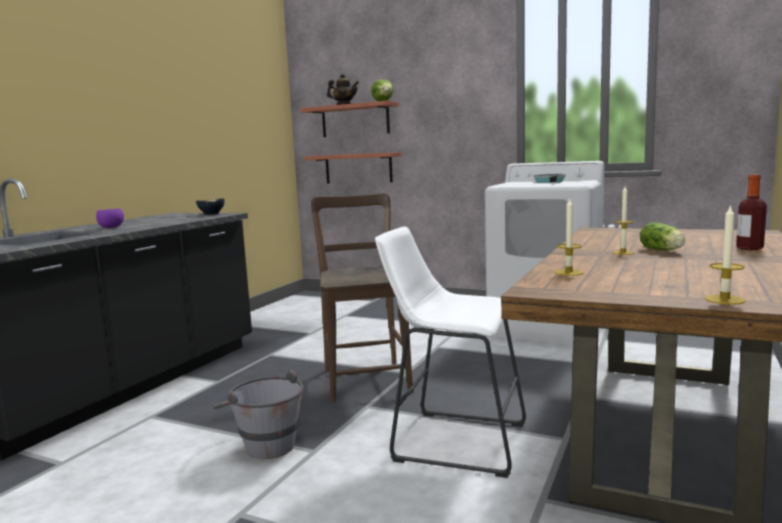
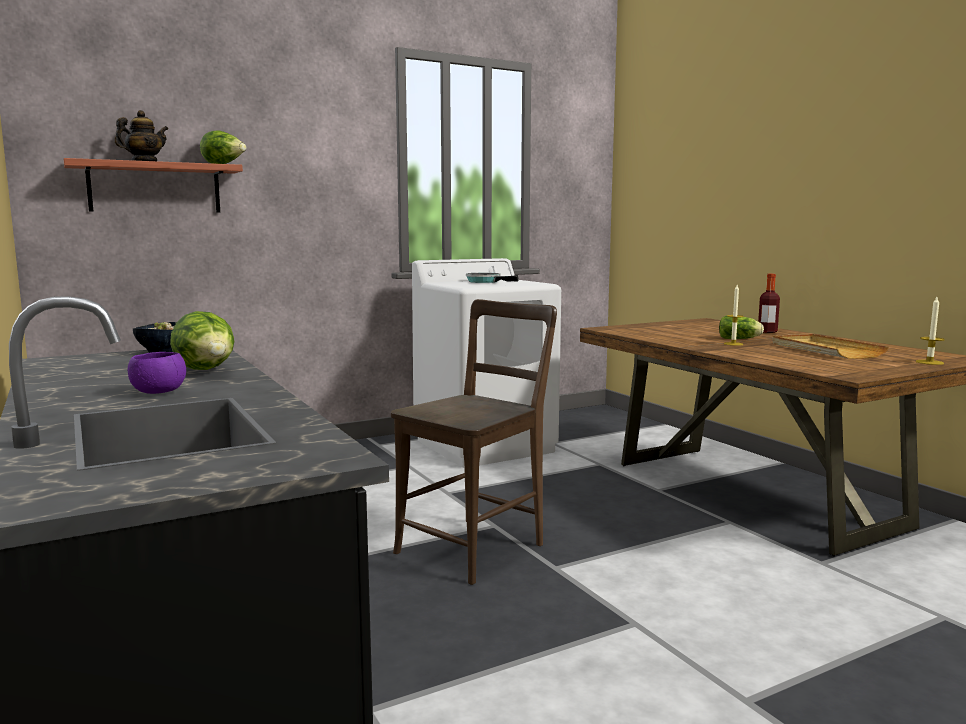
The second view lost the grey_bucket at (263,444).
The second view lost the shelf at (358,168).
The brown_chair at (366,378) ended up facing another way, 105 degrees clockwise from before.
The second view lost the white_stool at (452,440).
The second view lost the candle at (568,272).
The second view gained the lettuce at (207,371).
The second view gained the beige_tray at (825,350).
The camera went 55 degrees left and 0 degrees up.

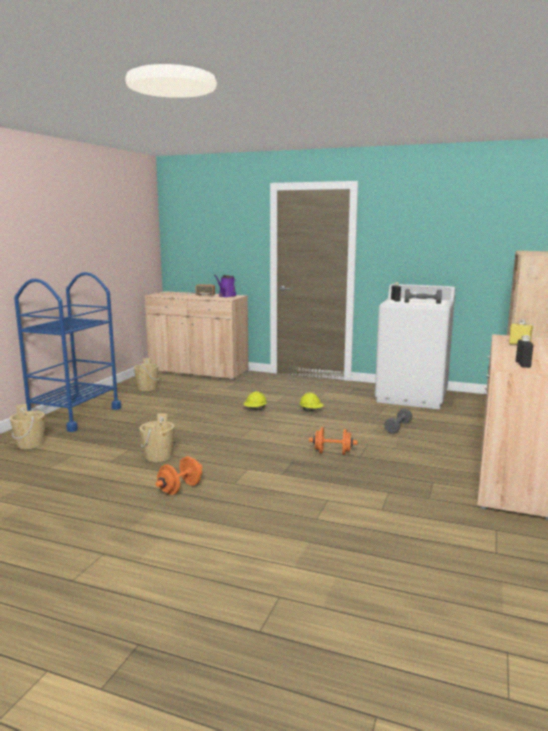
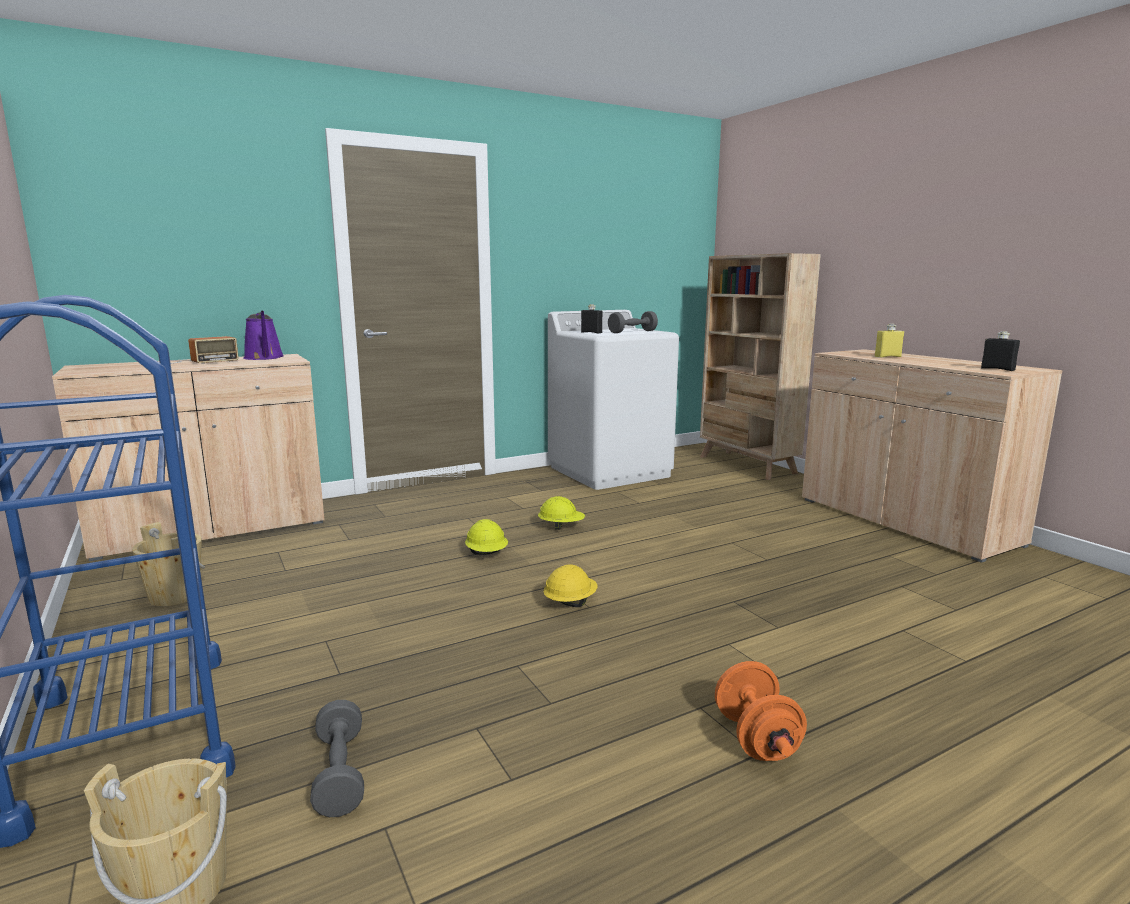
The second view lost the beige_bucket at (158,456).
The second view lost the orange_dumbbell at (332,453).
The grey_dumbbell ended up elsewhere, having gone from (398,427) to (340,774).
The second view gained the yellow_hard_hat at (570,603).
The camera went 50 degrees left and 0 degrees up.

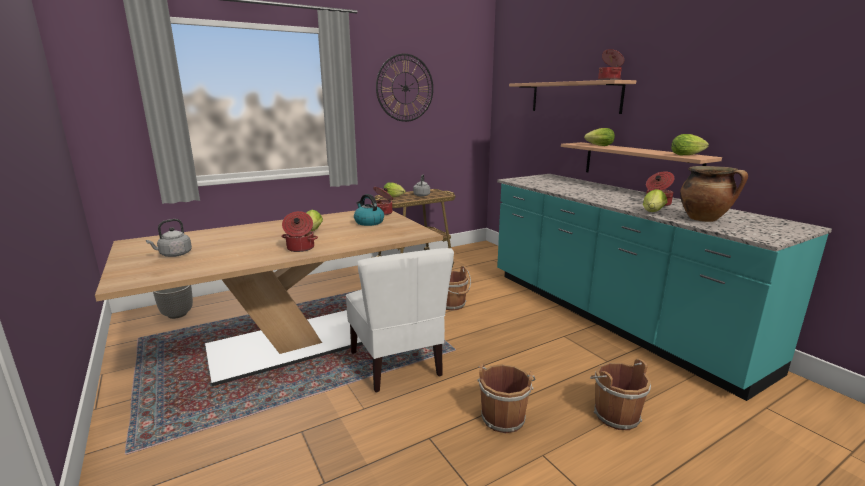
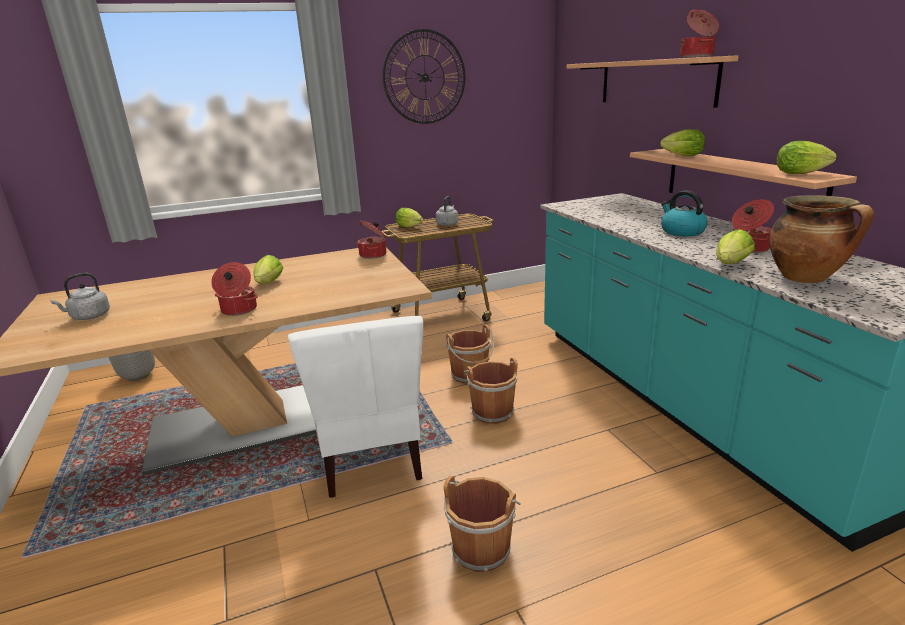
The kettle ended up elsewhere, having gone from (368,222) to (681,231).
The brown_bucket ended up elsewhere, having gone from (614,414) to (491,411).
The camera went 10 degrees right and 5 degrees up.

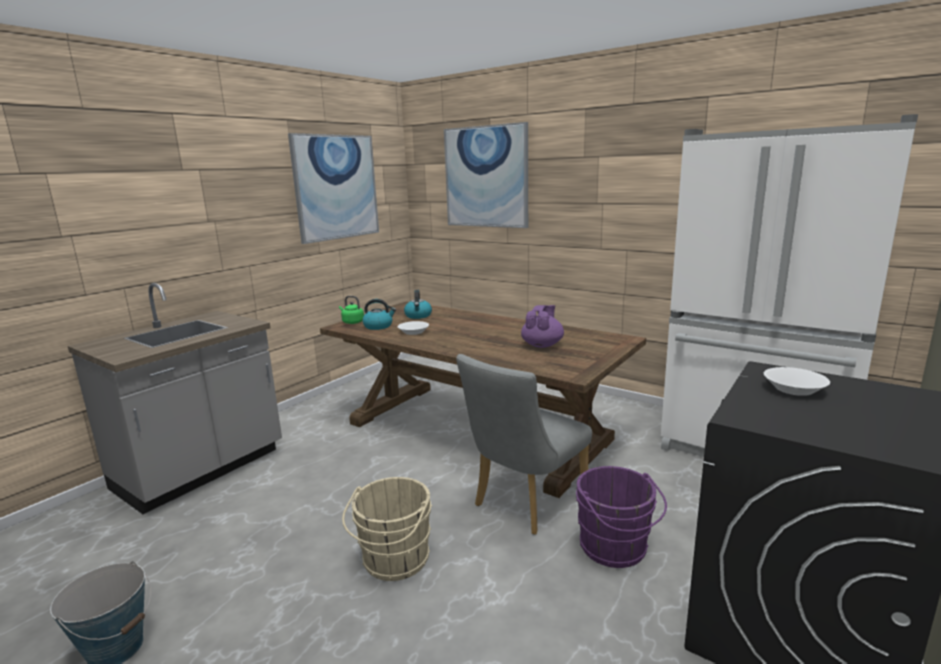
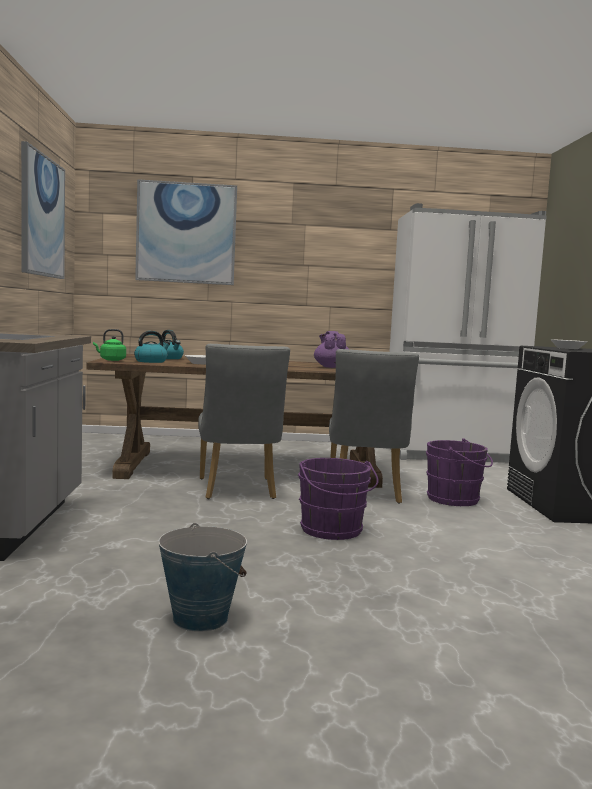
What was the beige_bucket at (394,561) turned into the purple_bucket at (332,531).
The second view gained the grey_chair at (238,490).
The camera went 40 degrees left and 10 degrees down.

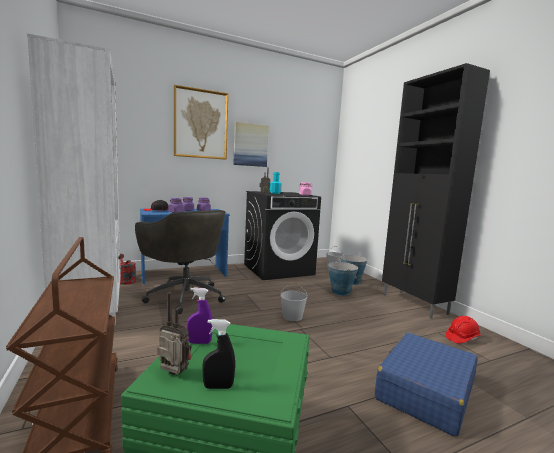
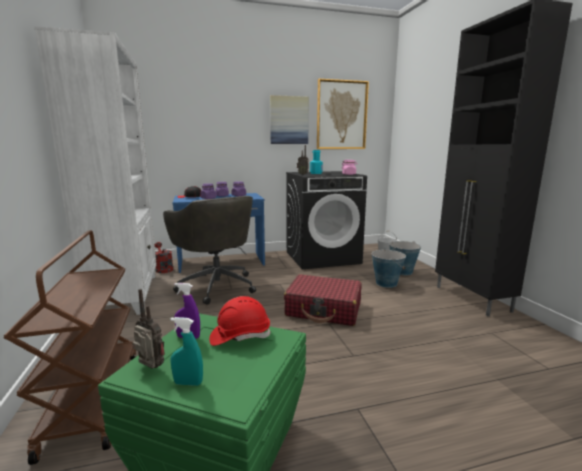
The picture ended up elsewhere, having gone from (201,124) to (341,115).
What was the black_spray_bottle at (218,387) turned into the turquoise_spray_bottle at (188,383).
Where the white_bucket stood at (292,316), the red_suitcase came to stand at (324,309).
The second view lost the blue_suitcase at (425,391).
The red_hard_hat ended up elsewhere, having gone from (462,338) to (240,336).
The camera went 10 degrees right and 5 degrees up.

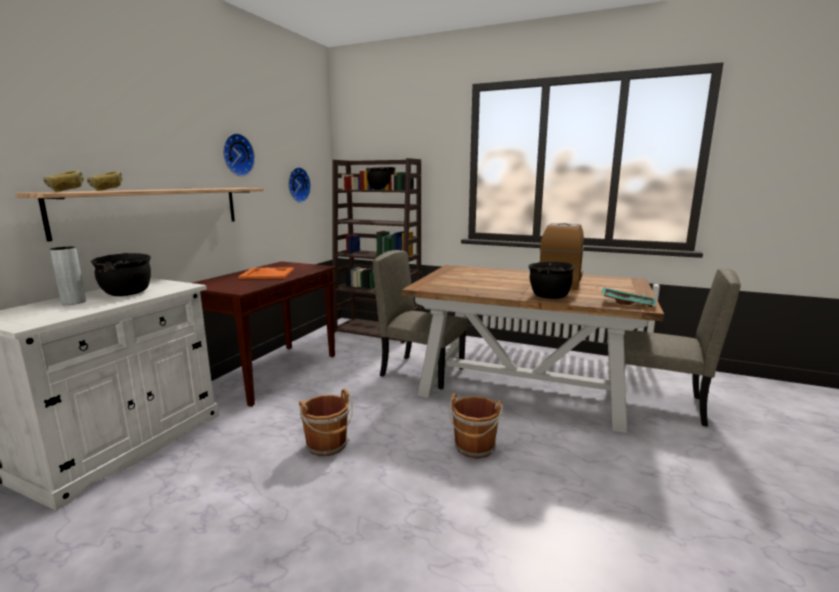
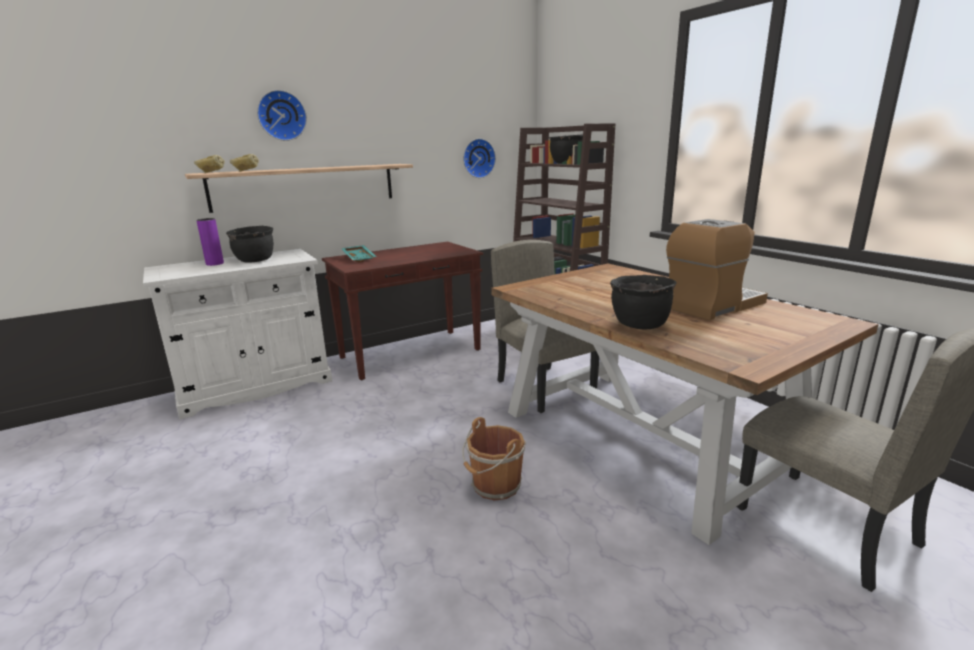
What was the grey_vase at (73,302) turned into the purple_vase at (215,263).
The wall_clock ended up elsewhere, having gone from (236,155) to (281,115).
The second view lost the orange_tray at (267,273).
The second view lost the brown_bucket at (328,446).
The turquoise_tray ended up elsewhere, having gone from (627,303) to (360,258).
The camera went 35 degrees right and 5 degrees up.

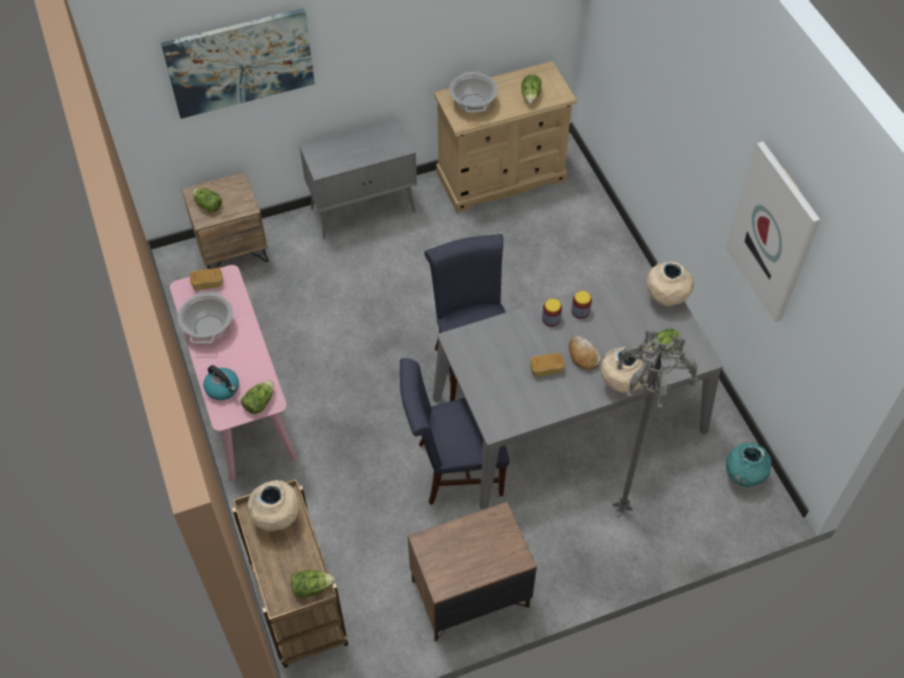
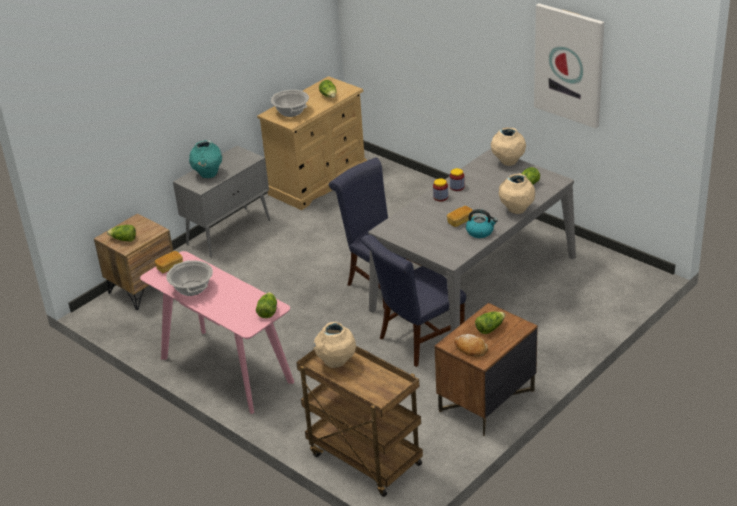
The second view lost the picture at (240,62).
The kettle ended up elsewhere, having gone from (223,388) to (480,232).
The lettuce ended up elsewhere, having gone from (311,587) to (490,328).
The bread ended up elsewhere, having gone from (583,356) to (470,349).
The second view lost the grey_floor_lamp at (619,509).
The turquoise_vase ended up elsewhere, having gone from (743,477) to (208,174).
The camera went 25 degrees left and 20 degrees down.

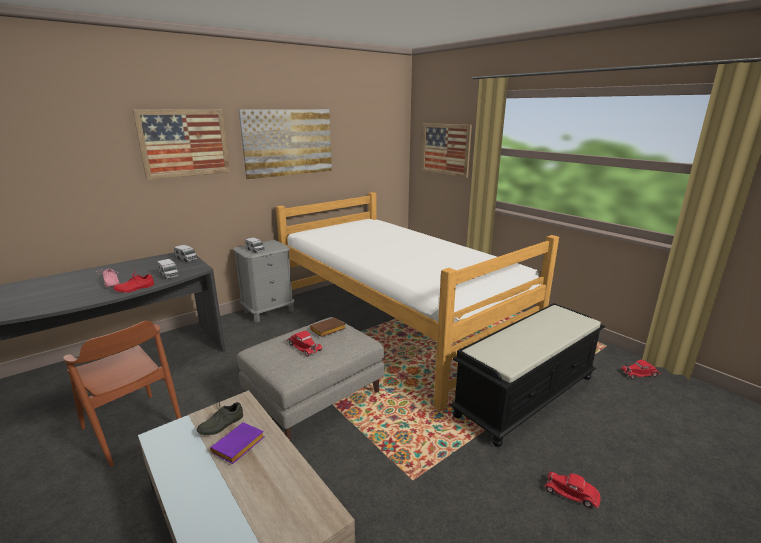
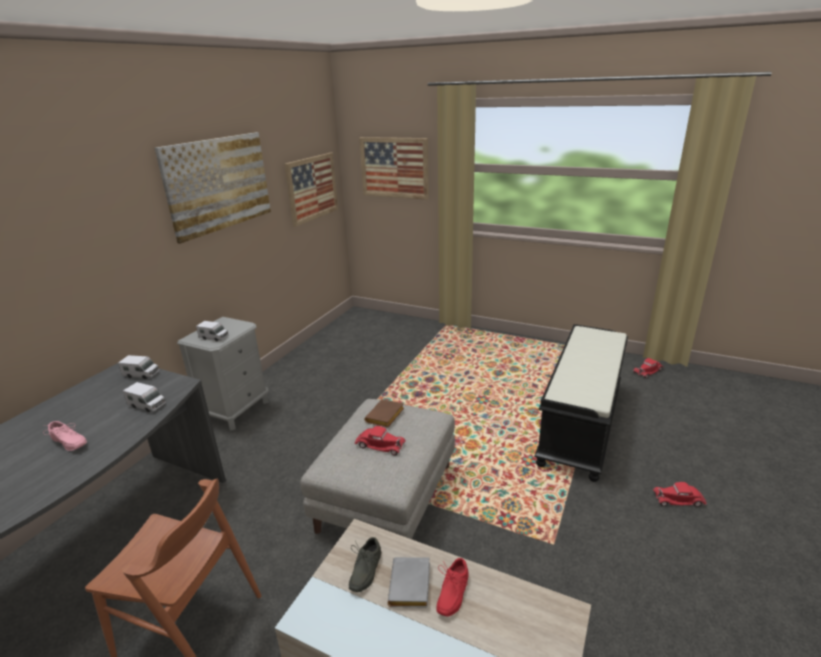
The red_shoe ended up elsewhere, having gone from (134,288) to (451,593).
The picture ended up elsewhere, having gone from (184,143) to (312,188).
What was the purple_book at (238,447) turned into the grey_book at (411,587).
The second view lost the bed at (397,322).
The camera went 25 degrees left and 5 degrees up.

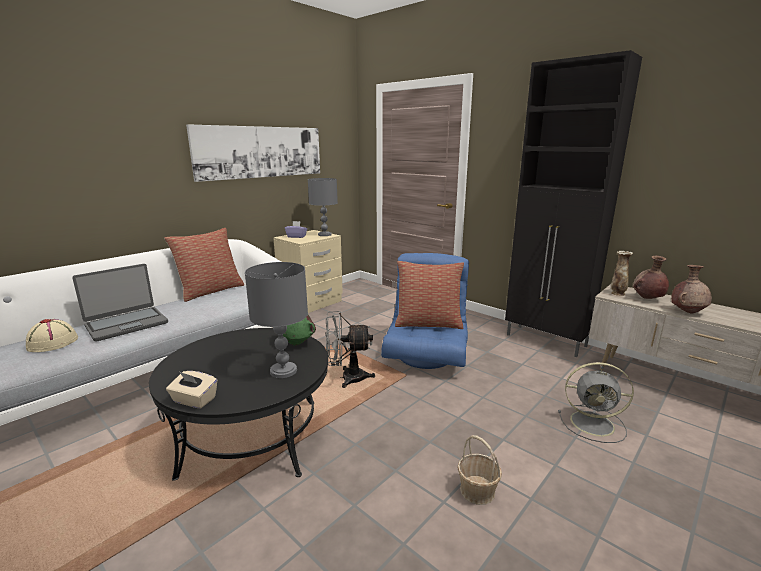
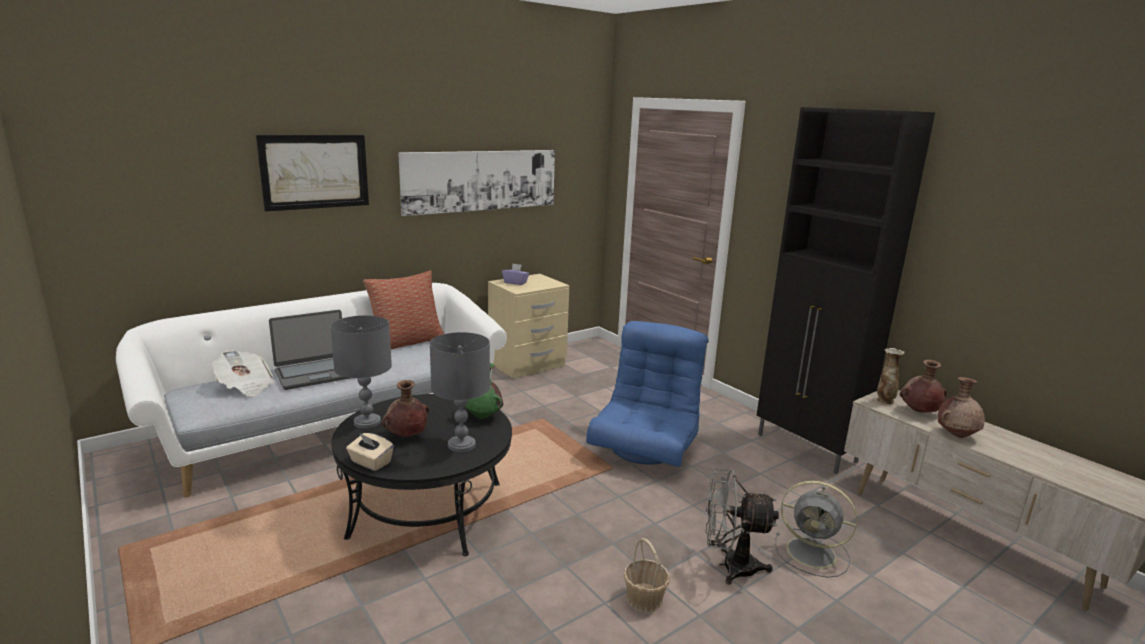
Where the beige_hat stood at (53,343), the newspaper came to stand at (245,386).
The grey_table_lamp ended up elsewhere, having gone from (324,234) to (366,422).
The grey_fan ended up elsewhere, having gone from (347,378) to (729,566).
The second view lost the pillow at (428,323).
The second view gained the picture at (315,171).
The second view gained the brown_vase at (406,436).
The camera went 10 degrees right and 0 degrees up.

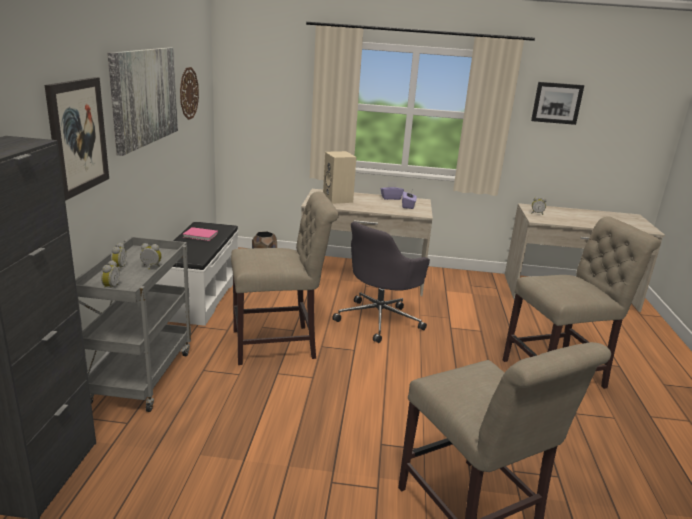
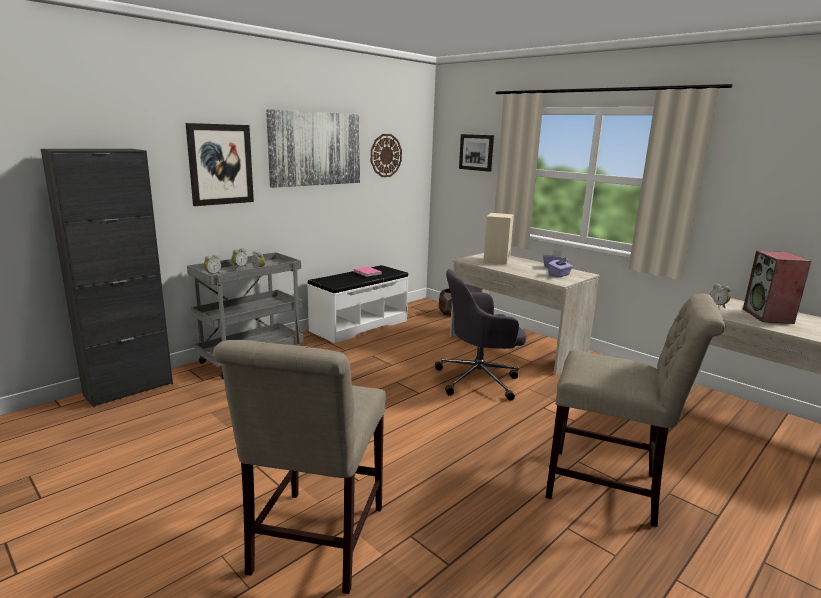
The second view lost the beige_chair at (279,344).
The picture ended up elsewhere, having gone from (556,103) to (476,152).
The second view gained the speaker at (768,316).
The camera went 40 degrees right and 5 degrees down.

